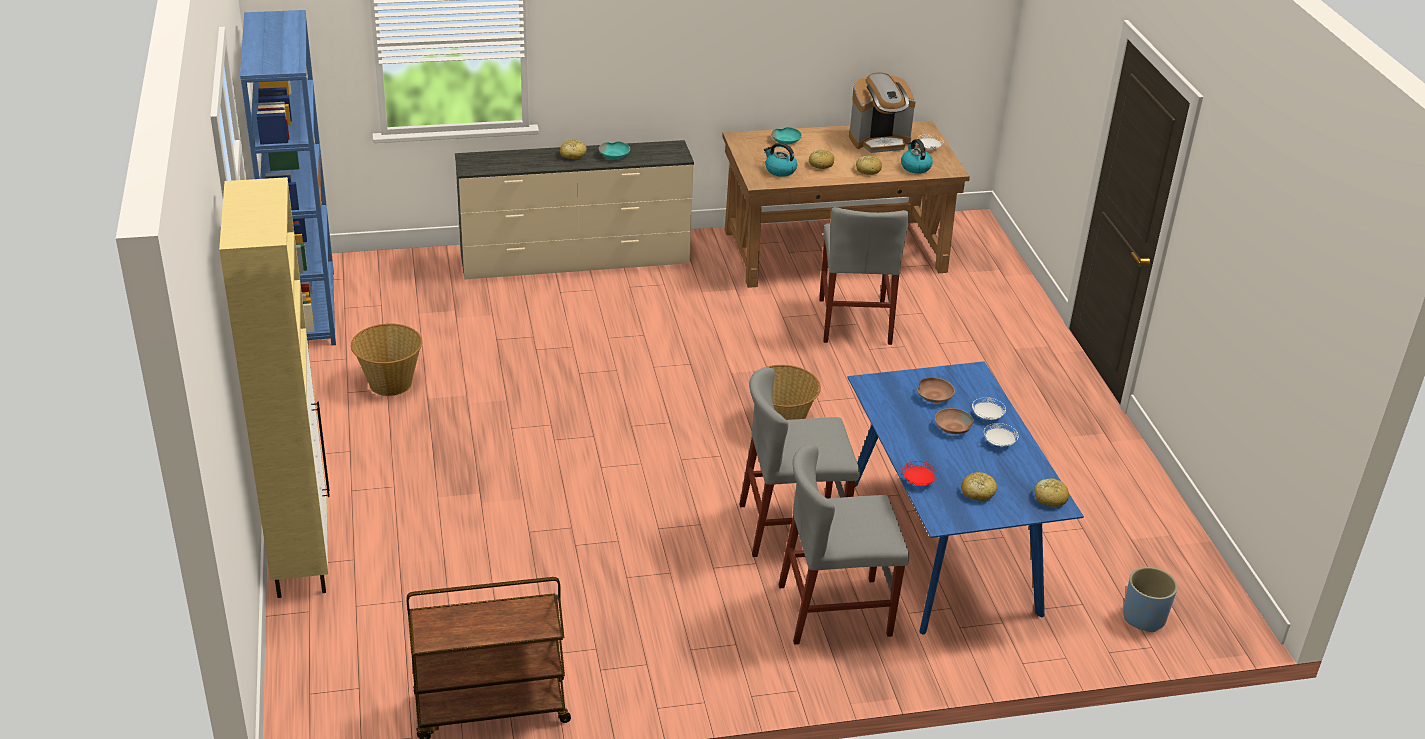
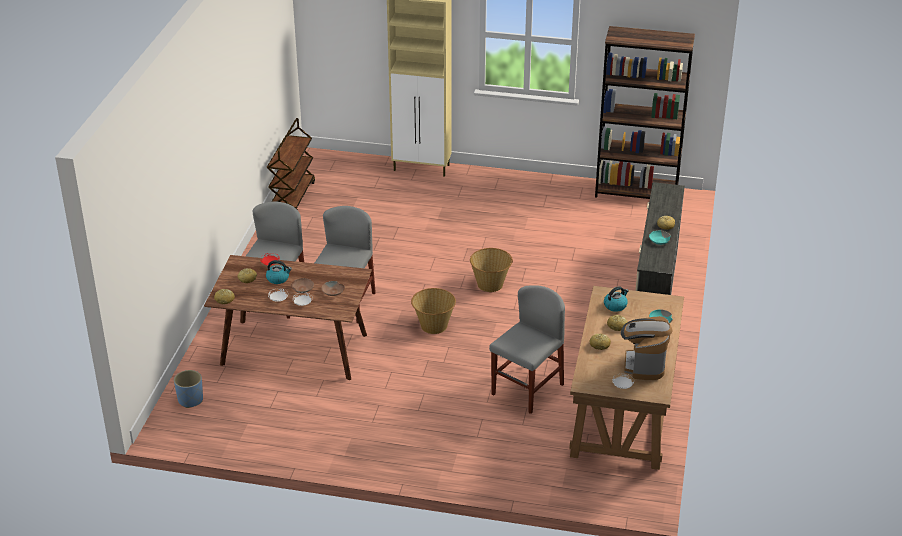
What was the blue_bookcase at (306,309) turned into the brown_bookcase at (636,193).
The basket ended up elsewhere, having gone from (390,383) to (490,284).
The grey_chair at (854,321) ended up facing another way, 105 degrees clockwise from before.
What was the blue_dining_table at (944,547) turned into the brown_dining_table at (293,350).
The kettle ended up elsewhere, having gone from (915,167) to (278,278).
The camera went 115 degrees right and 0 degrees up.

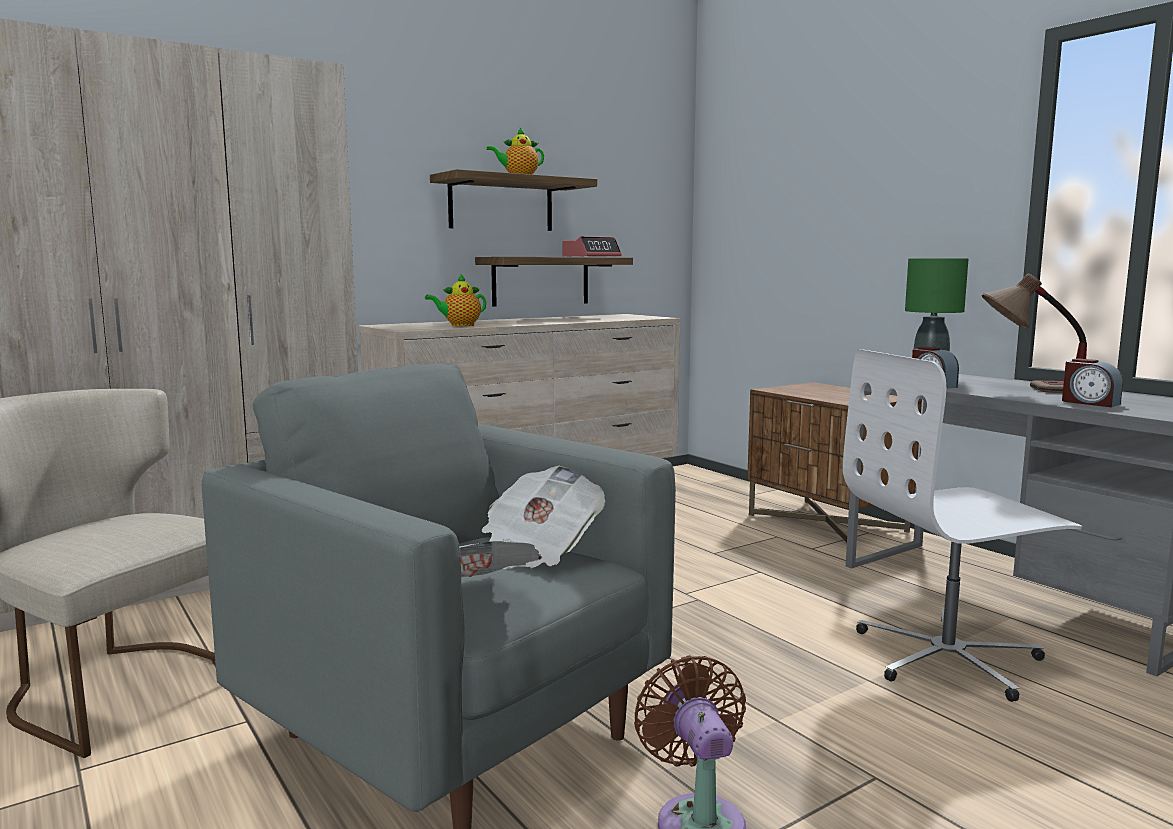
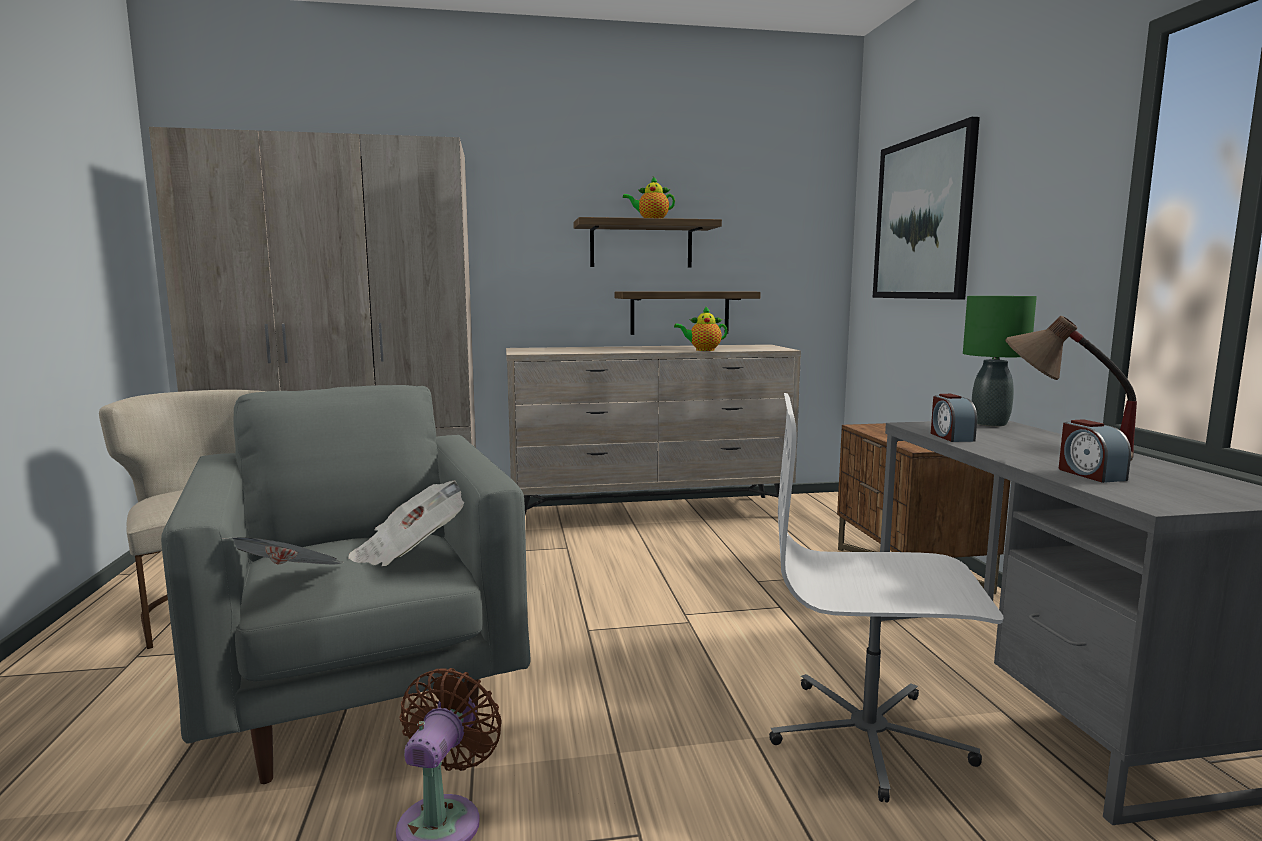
The teapot ended up elsewhere, having gone from (459,325) to (702,350).
The second view lost the alarm_clock at (591,256).
The second view gained the picture at (923,218).
The camera went 25 degrees right and 0 degrees up.

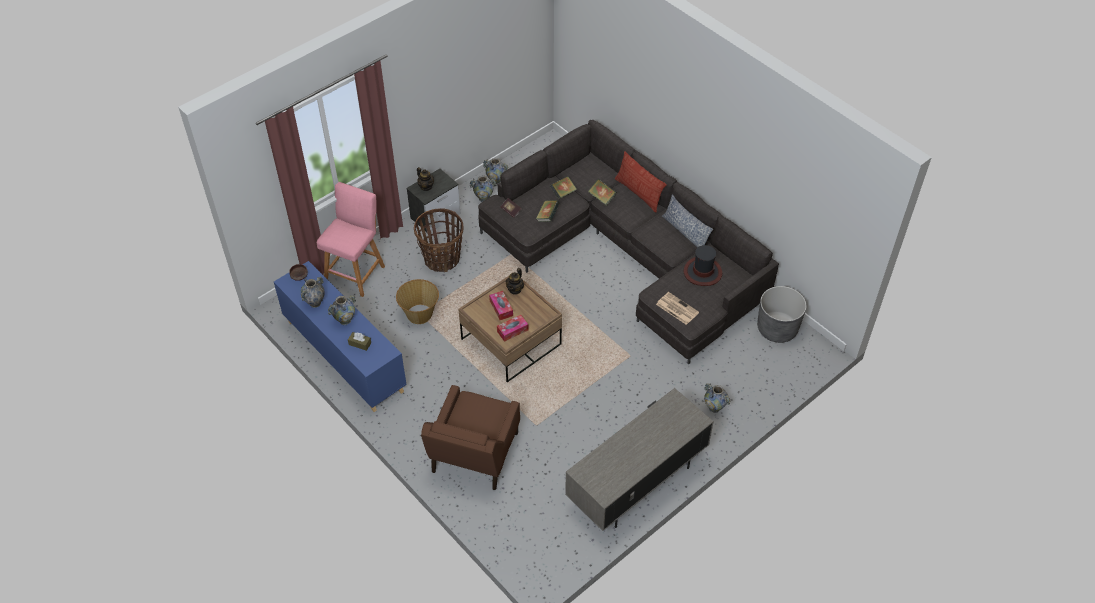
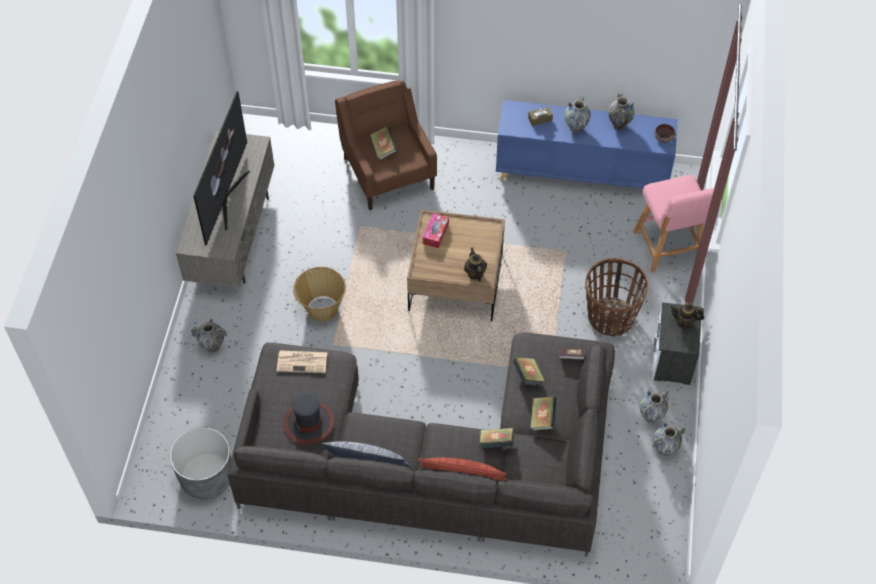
The basket ended up elsewhere, having gone from (420,314) to (322,308).
The second view lost the tissue_box at (501,308).
The second view gained the television at (226,198).
The second view gained the book at (383,149).
The camera went 140 degrees right and 5 degrees up.

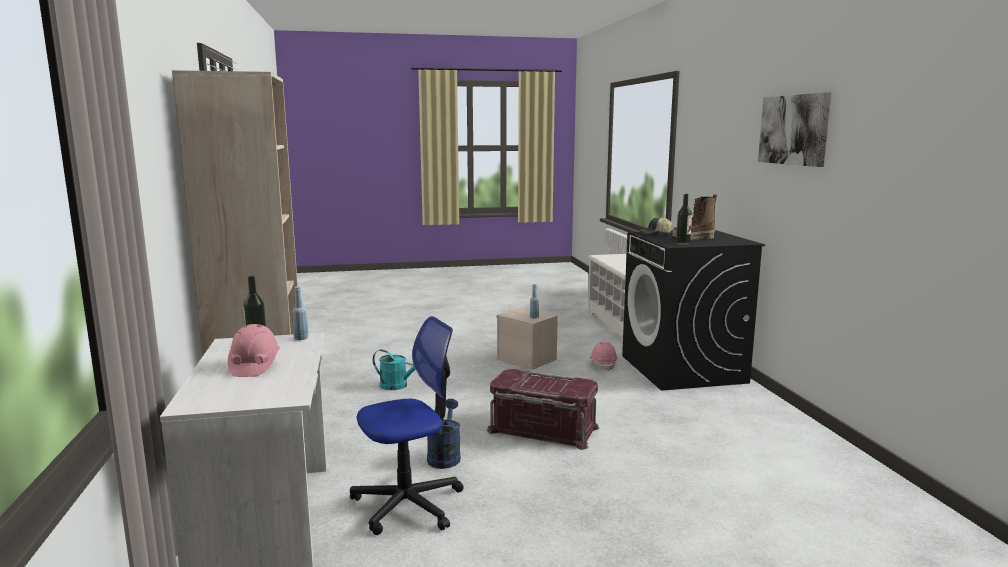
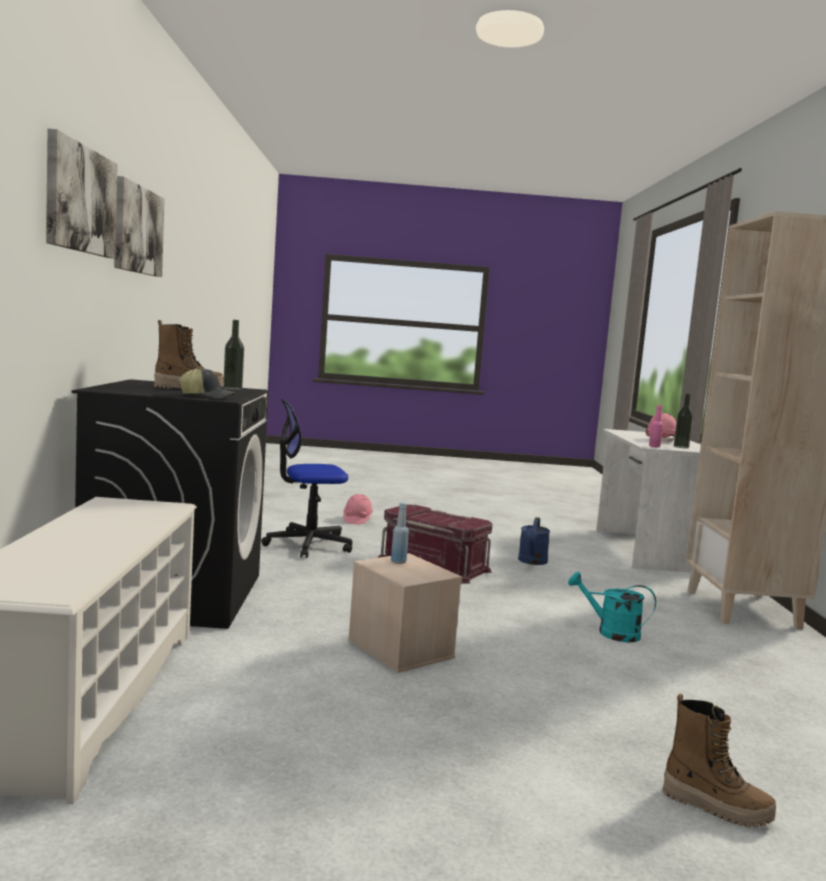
What was the blue_bottle at (301,338) turned into the pink_bottle at (654,446).
The office_chair ended up elsewhere, having gone from (408,504) to (308,544).
The pink_hard_hat ended up elsewhere, having gone from (603,364) to (357,520).
The second view gained the picture at (80,199).
The second view gained the boot at (716,807).
The camera went 170 degrees left and 5 degrees down.

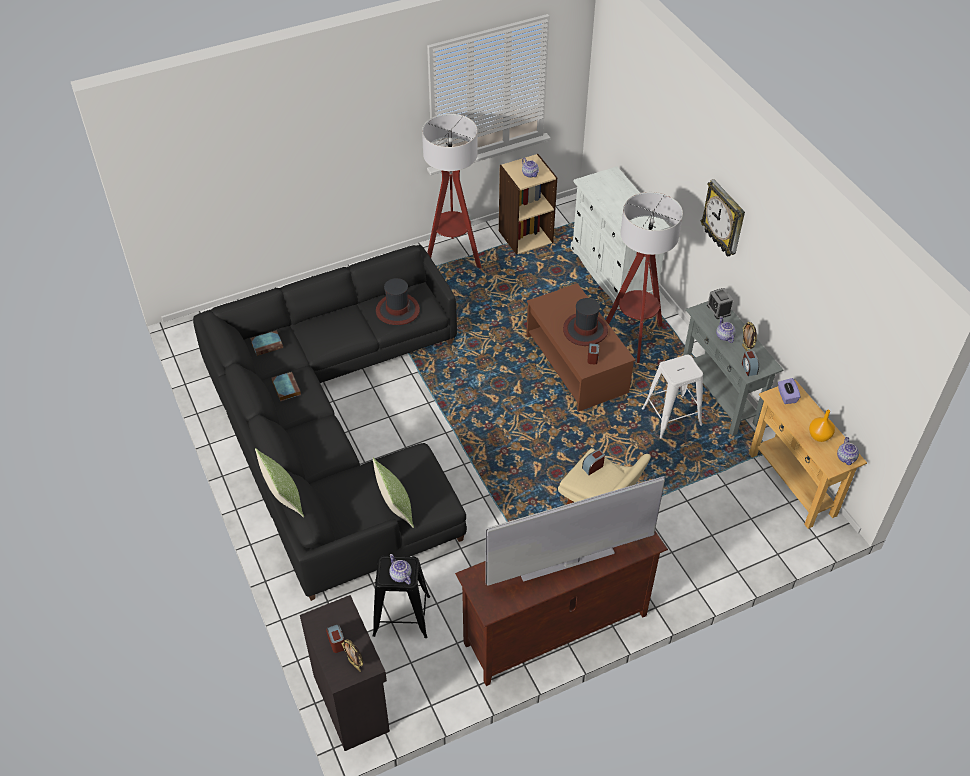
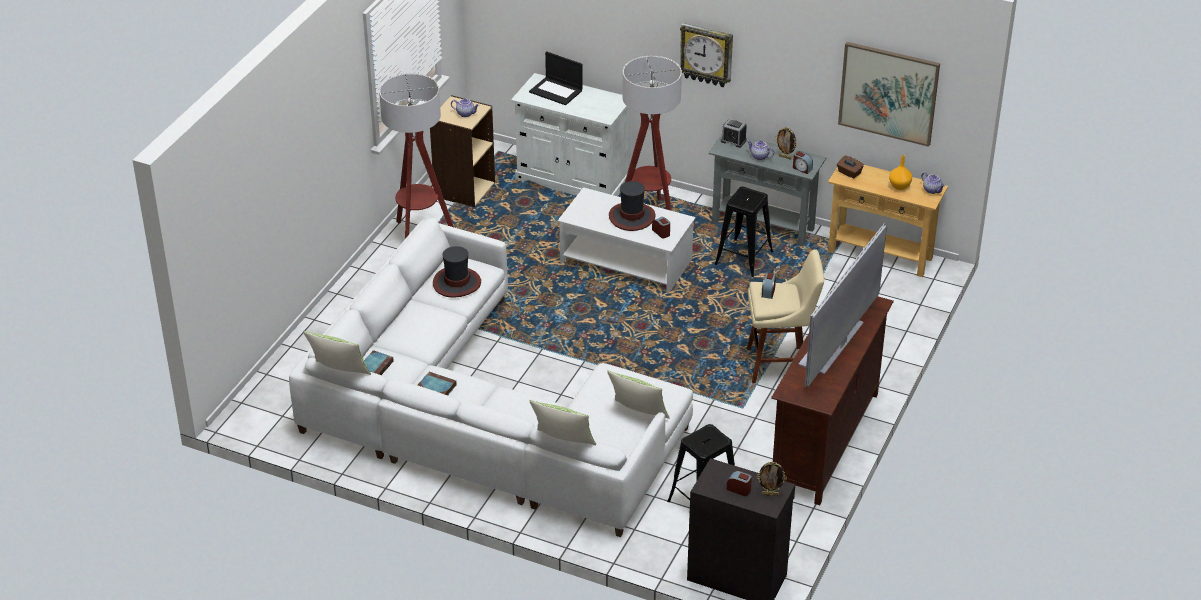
What was the black_sofa at (333,427) turned into the white_sofa at (481,415).
The second view lost the teapot at (400,575).
What was the brown_coffee_table at (576,363) turned into the white_coffee_table at (625,261).
What was the white_stool at (671,417) turned into the black_stool at (744,258).
What was the purple_tissue_box at (786,396) turned into the brown_tissue_box at (849,173).
The second view gained the pillow at (339,373).
The second view gained the laptop at (556,91).
The second view gained the picture at (888,93).
The camera went 40 degrees left and 10 degrees down.

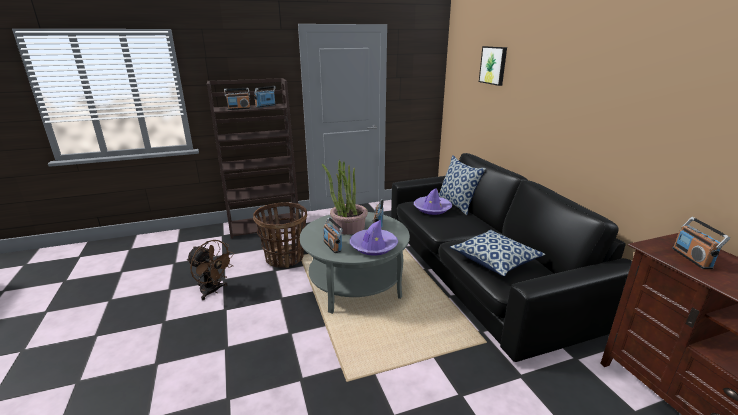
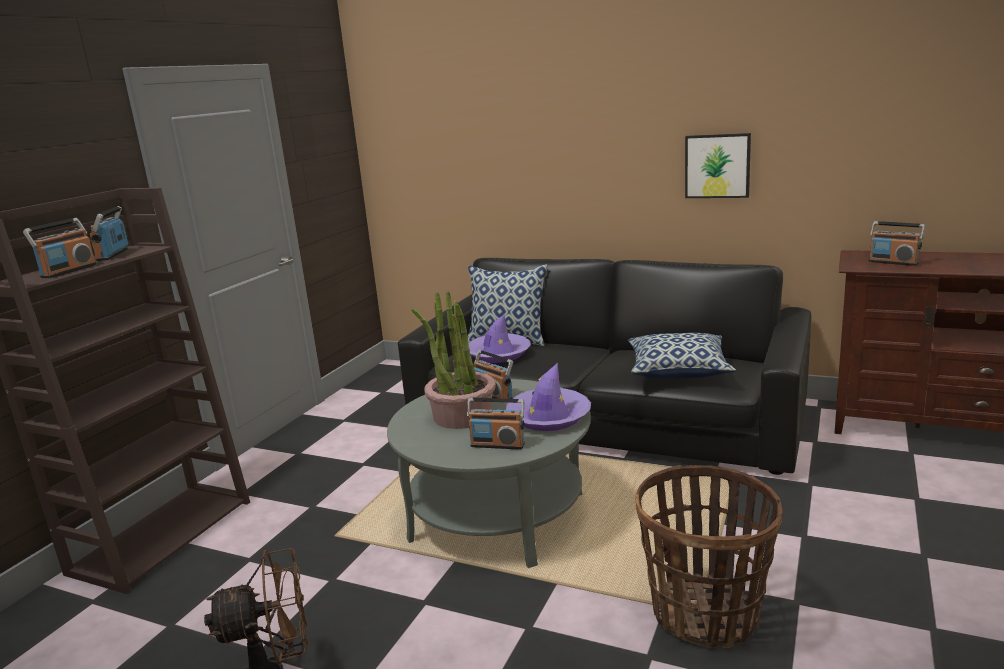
The basket ended up elsewhere, having gone from (285,258) to (705,614).
The picture ended up elsewhere, having gone from (493,65) to (717,166).
The camera went 45 degrees left and 5 degrees down.

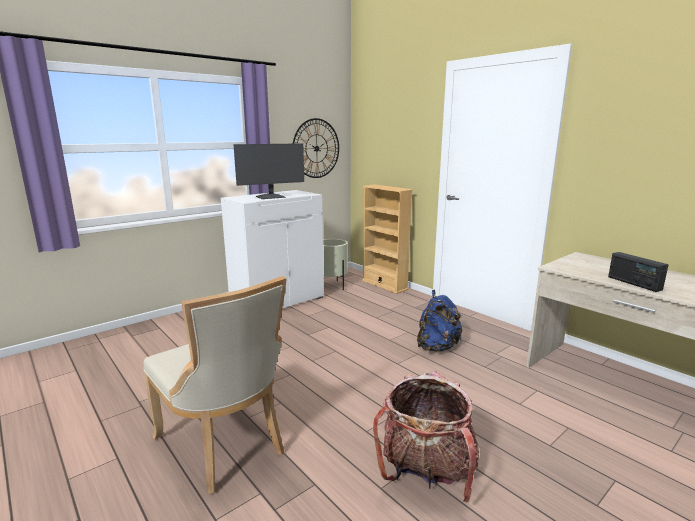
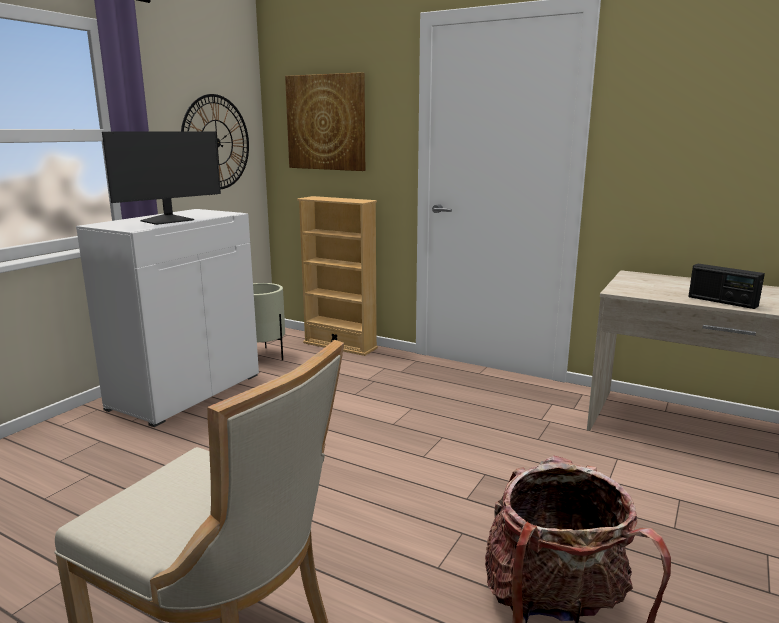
The second view lost the blue_backpack at (437,347).
The second view gained the picture at (326,122).
The camera went 20 degrees left and 0 degrees up.

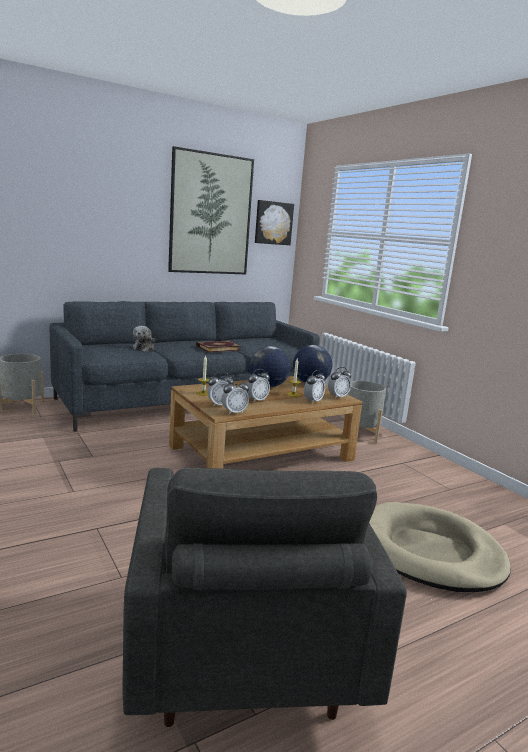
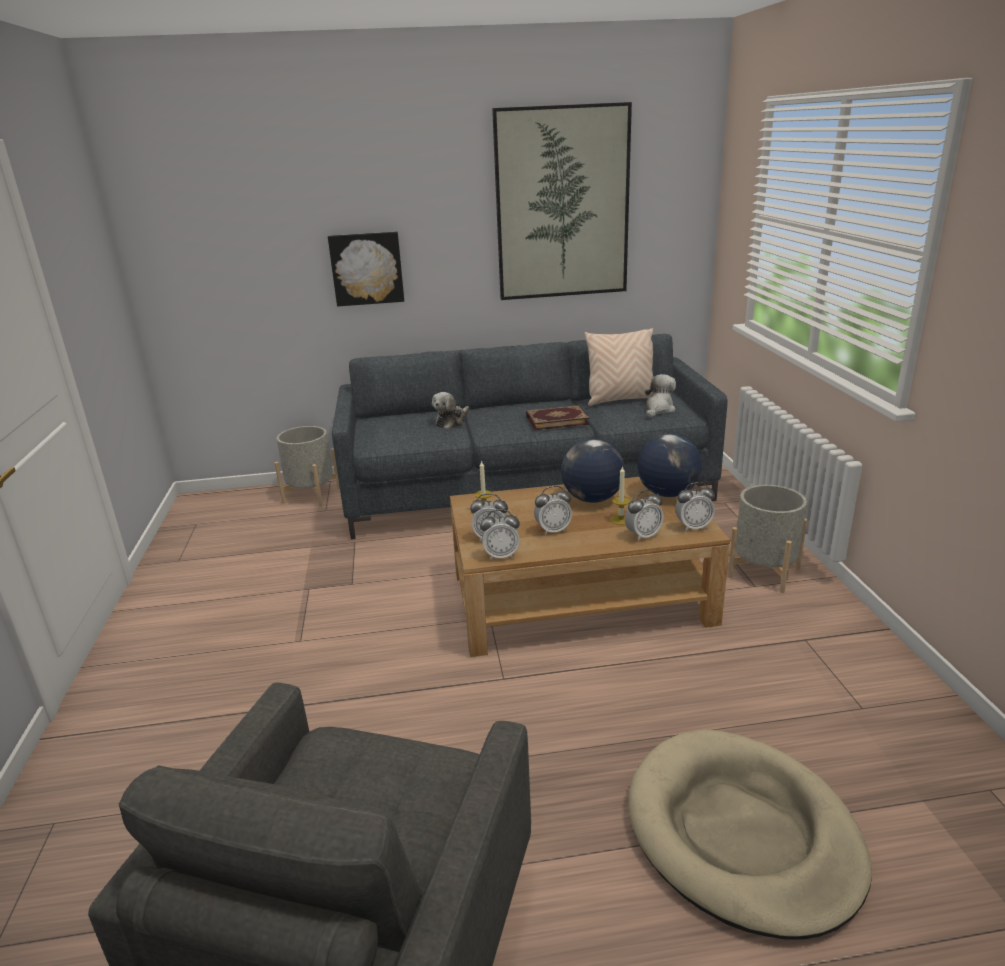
The picture ended up elsewhere, having gone from (273,223) to (367,268).
The second view gained the beige_pillow at (620,399).
The second view gained the plush_toy at (658,409).
The camera went 25 degrees right and 10 degrees up.

